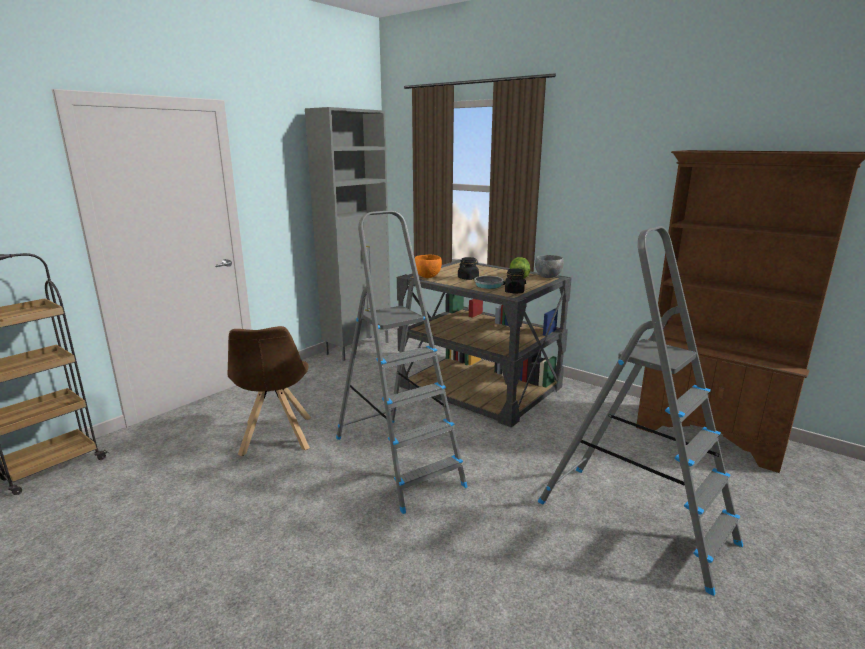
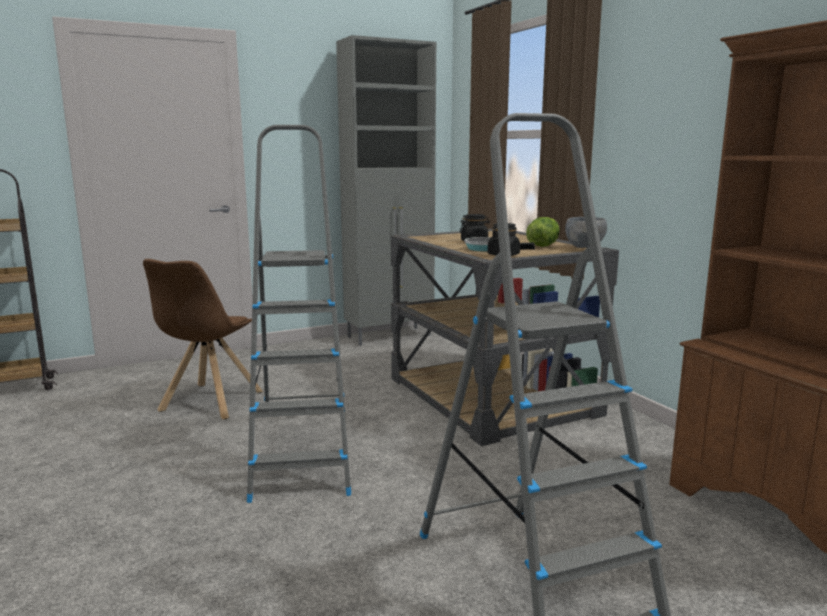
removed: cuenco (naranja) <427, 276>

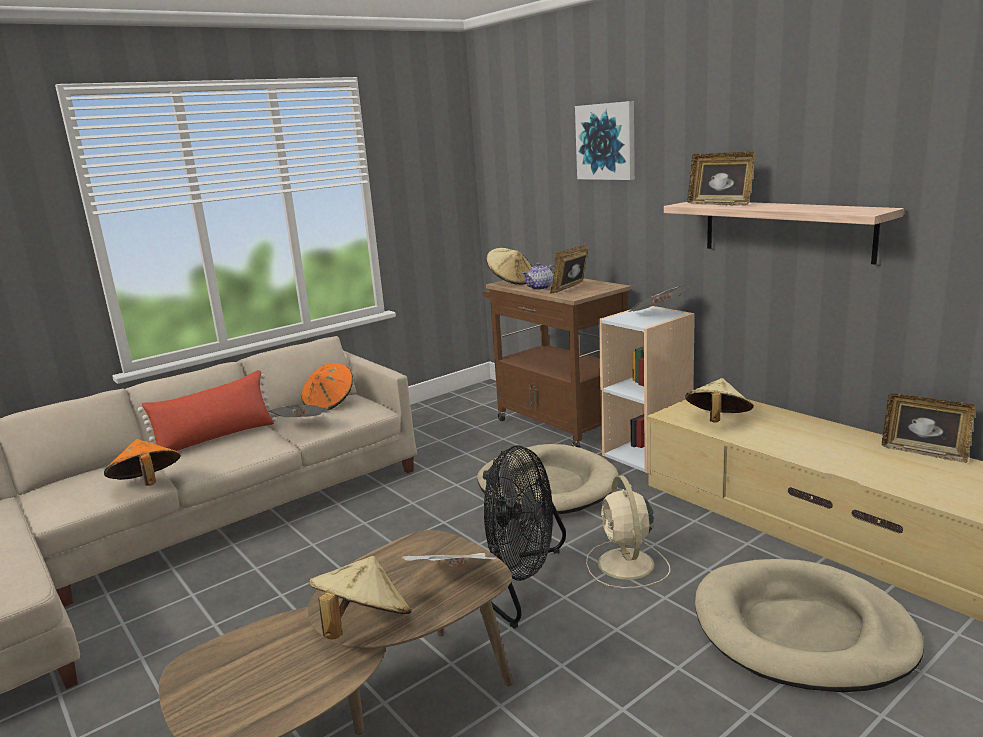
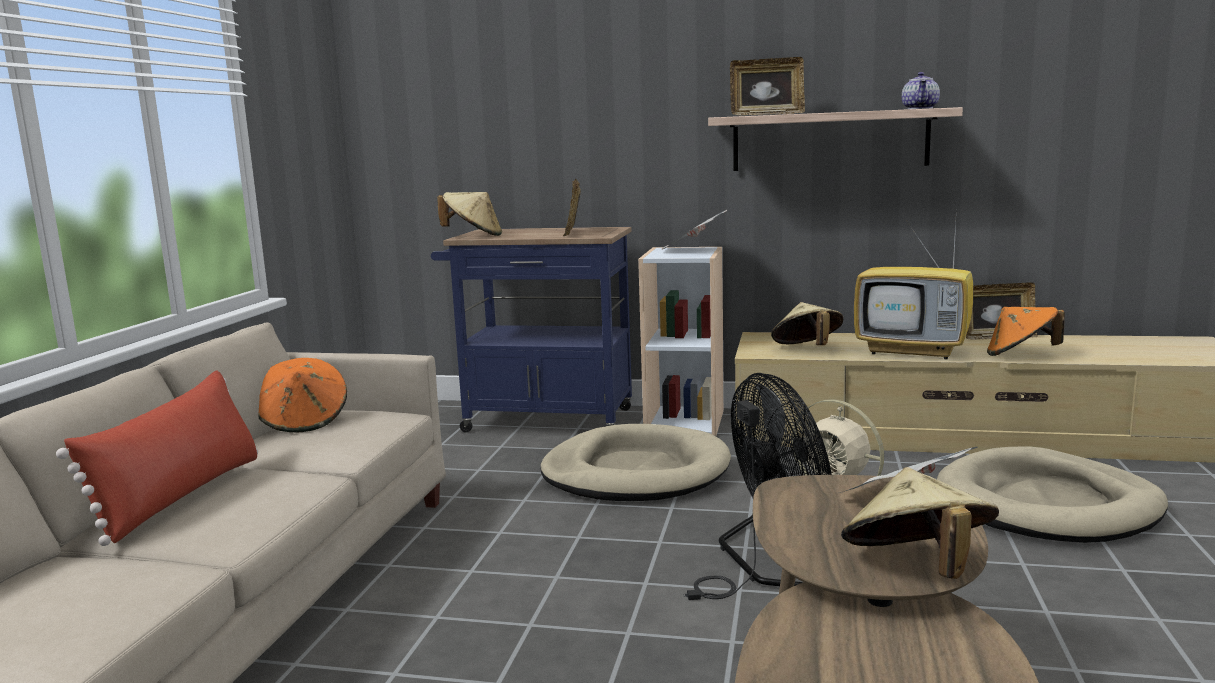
removed: periódico <302, 426>; cuadro <606, 141>
added: televisor <914, 351>
moved: tetera <540, 288> to <920, 108>; sombrero (naranja) <147, 484> to <1020, 355>
recoloured: carrito (marrón) <557, 424> to carrito (azul) <543, 420>

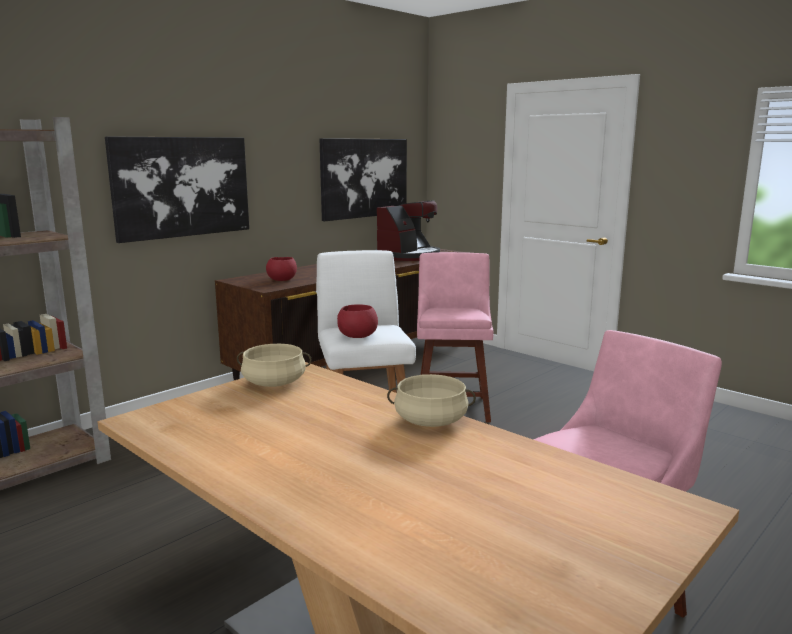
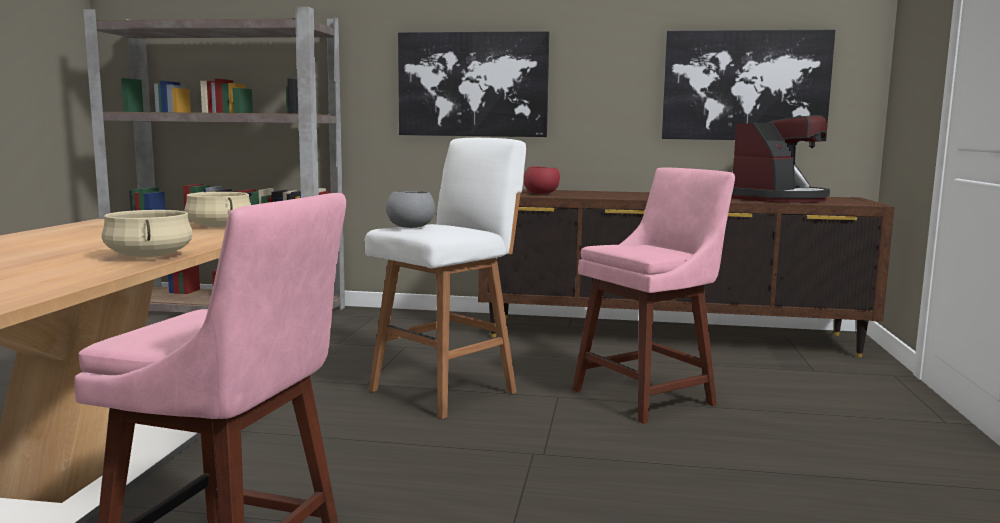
recoloured: cuenco (rojo) <357, 336> to cuenco (gris) <411, 227>
turned: cafetera <409, 256> = <779, 199> 45 degrees counterclockwise

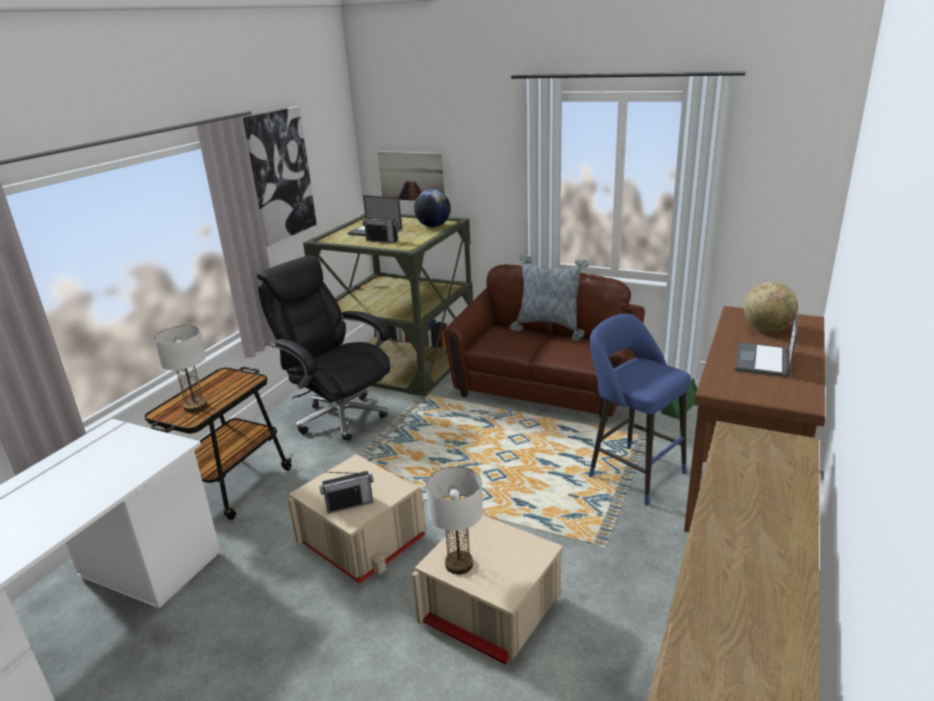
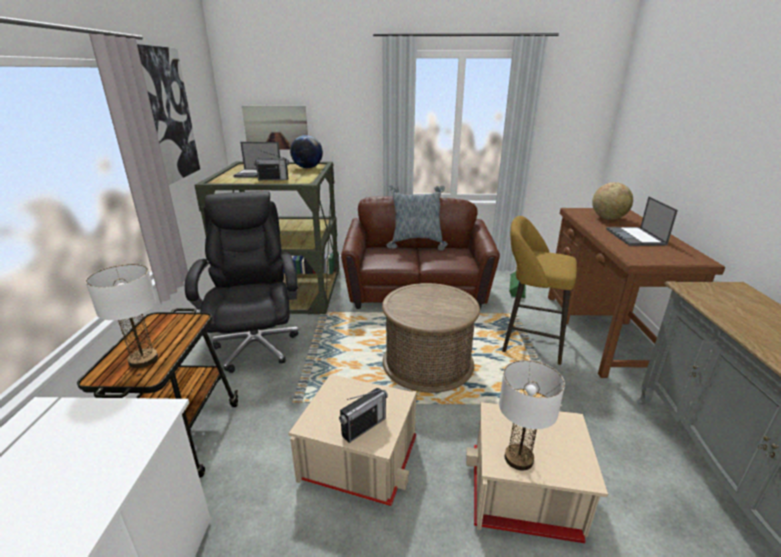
added: mesa de centro (marrón) <428, 362>
recoloured: taburete (azul) <632, 472> to taburete (amarillo) <528, 342>
turned: silla de oficina (negro) <338, 416> = <256, 345> 60 degrees clockwise

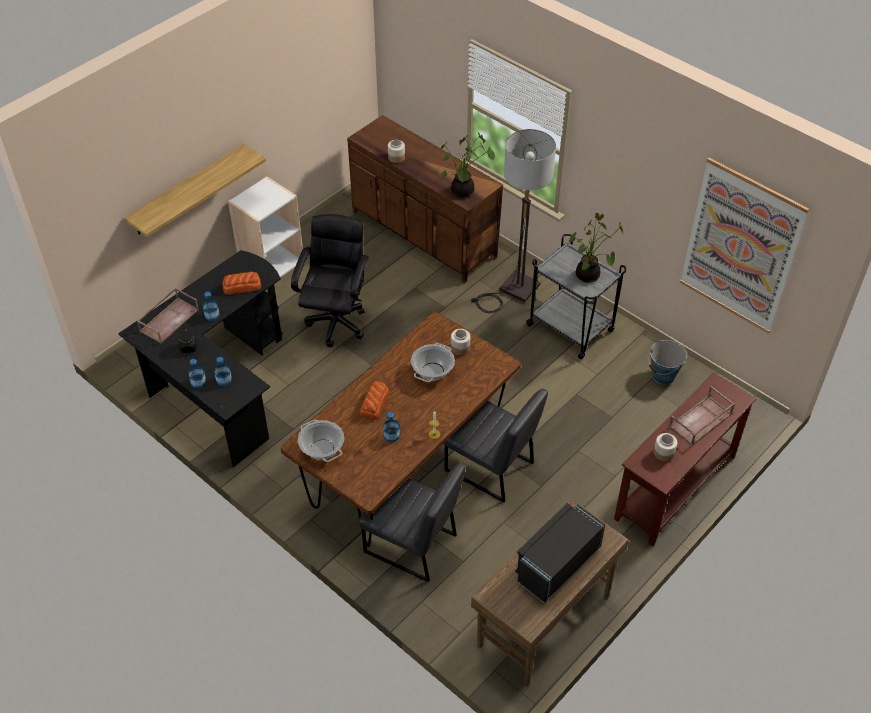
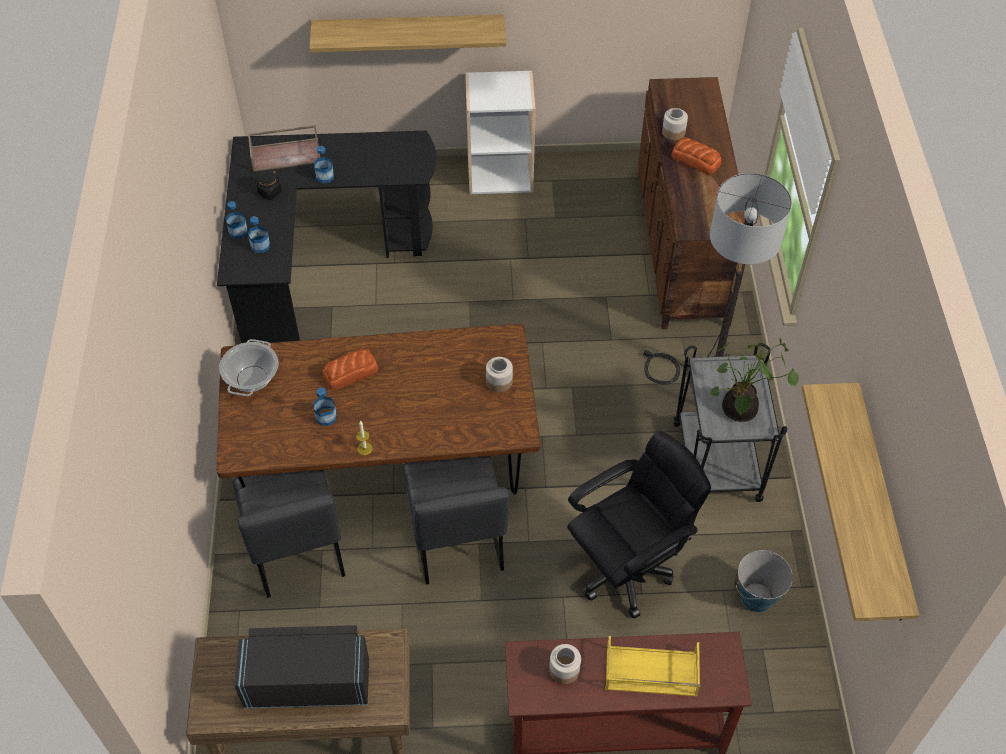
removed: olla <432, 371>; planta en maceta <463, 192>
moved: silla de oficina (negro) <337, 321> to <628, 570>; pan <241, 286> to <695, 160>
replaced: cuadro <740, 247> to estante <881, 504>
recoloured: bandeja (marrón) <700, 421> to bandeja (amarillo) <650, 672>

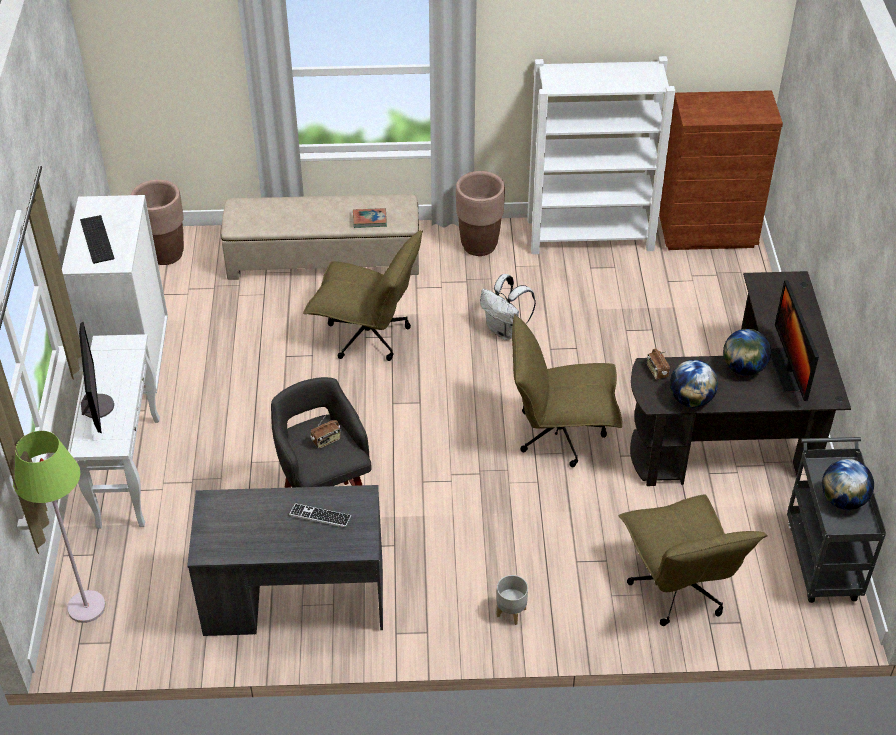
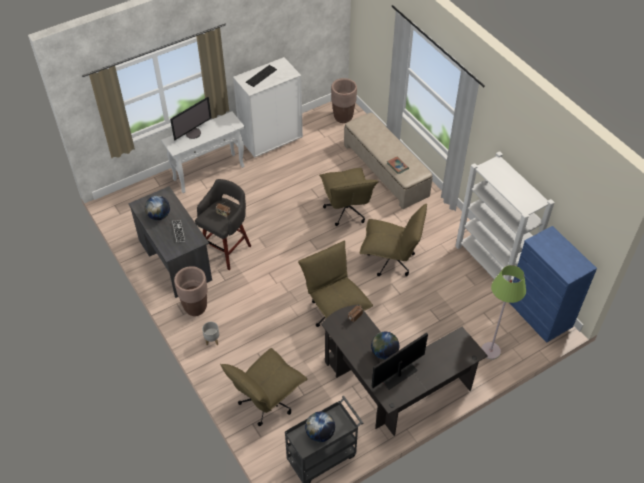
moved: globo terráqueo <690, 399> to <159, 216>; maceta (marrón) <479, 245> to <195, 307>; lámpara de pie (verde) <86, 607> to <490, 351>
replaced: mochila (blanco) <505, 330> to silla de oficina (beis) <390, 260>
recoloured: cómoda (marrón) <708, 233> to cómoda (azul) <539, 316>

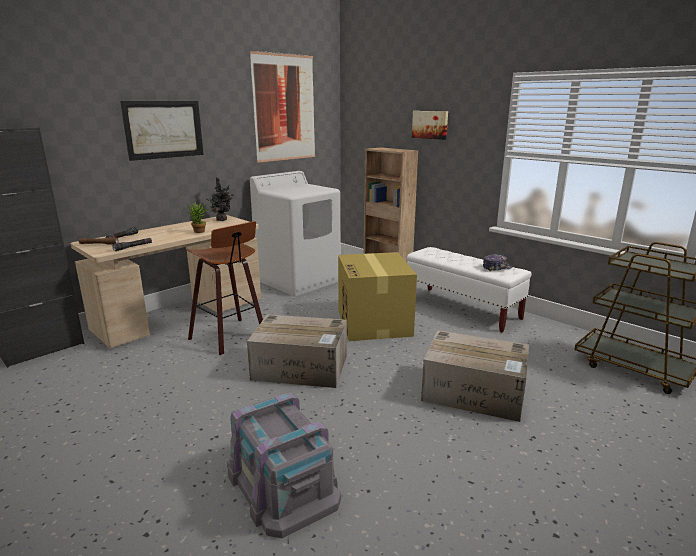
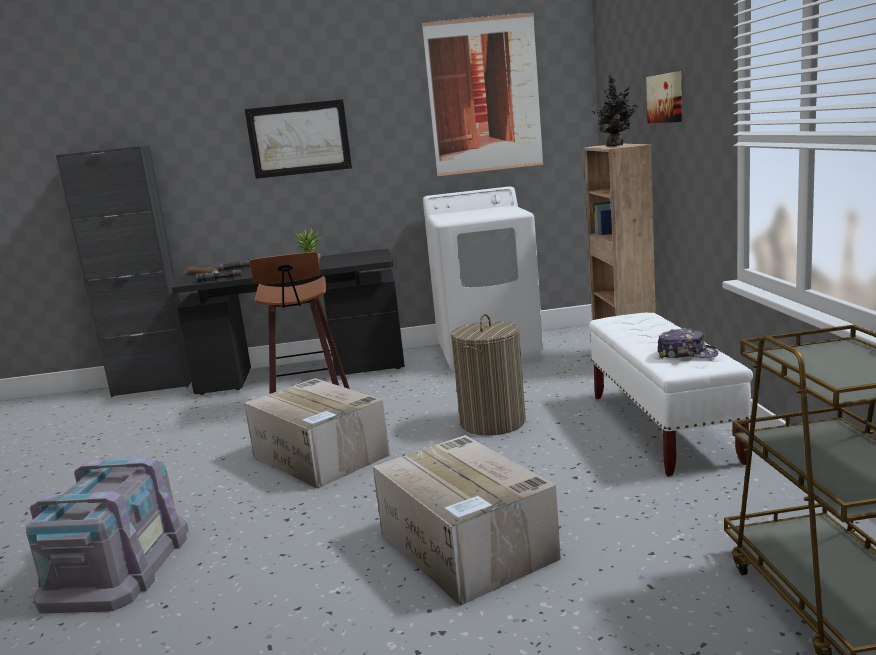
moved: planta en maceta <222, 220> to <616, 146>
replaced: caja de cartón <374, 323> to cesto de la ropa <493, 422>
recoloured: escritorio (beis) <181, 315> to escritorio (negro) <303, 373>

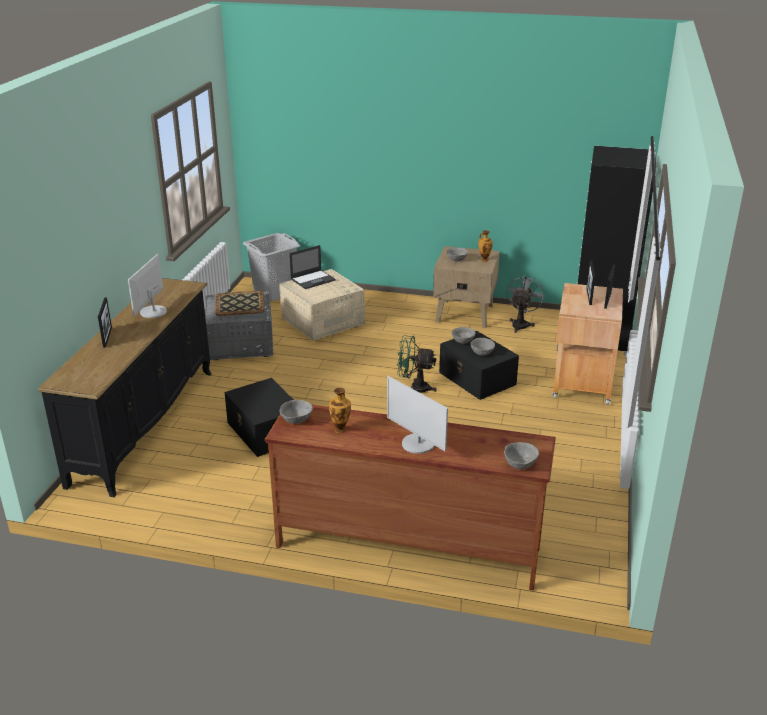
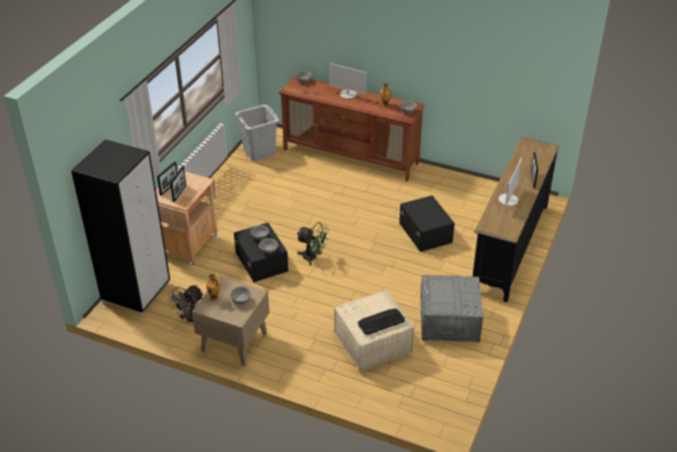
removed: bandeja <240, 303>
moved: cesto de la ropa (gris) <275, 293> to <259, 152>
replaced: portátil <313, 279> to teclado <380, 322>
turned: monitor <418, 444> = <348, 94> 150 degrees clockwise

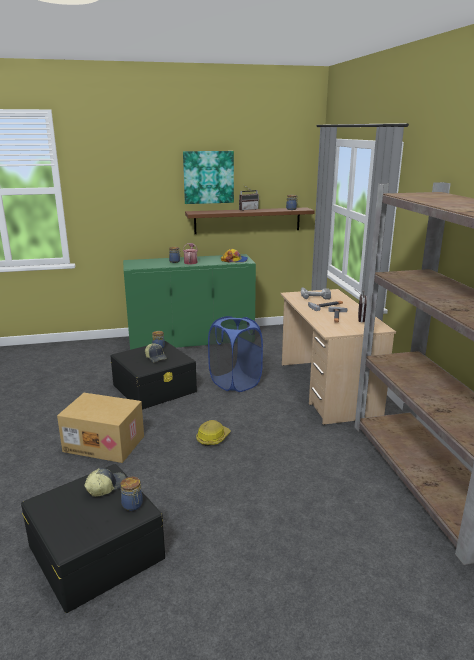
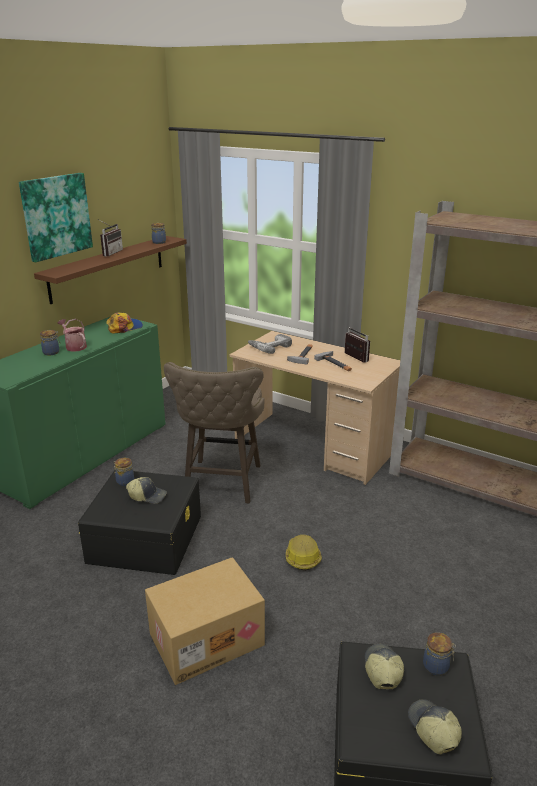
added: gorra <432, 730>
replaced: cesto de la ropa (azul) <235, 382> to taburete (beis) <222, 483>

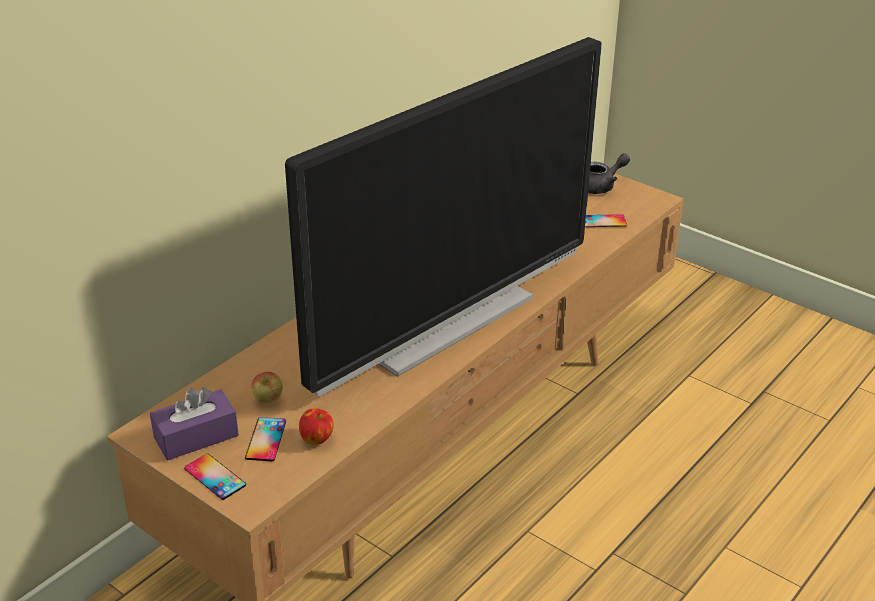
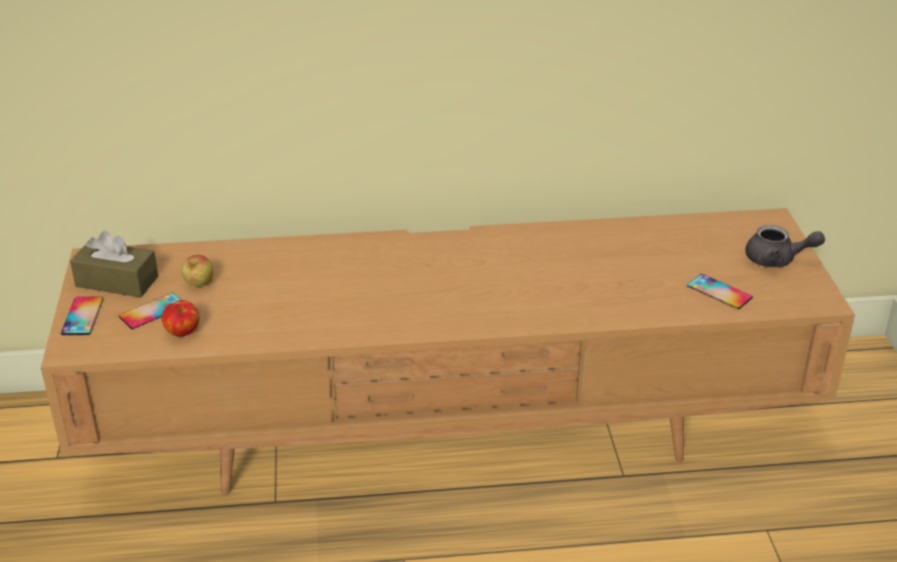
removed: televisor <447, 323>
recoloured: caja de pañuelos (morado) <196, 436> to caja de pañuelos (marrón) <117, 281>

